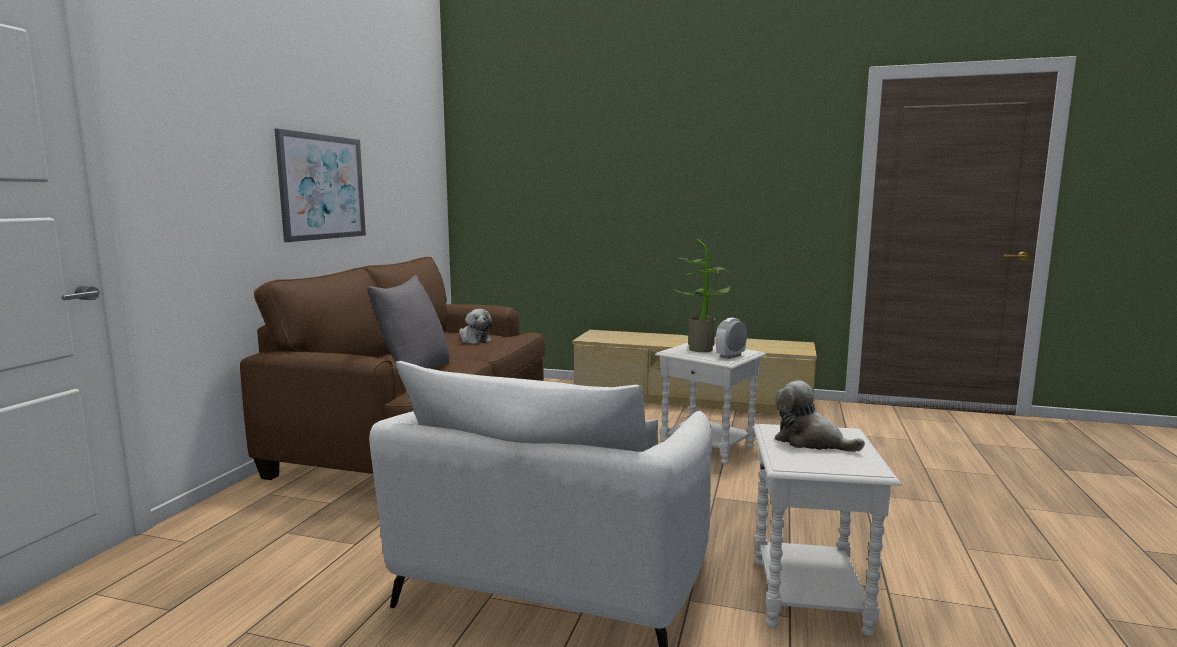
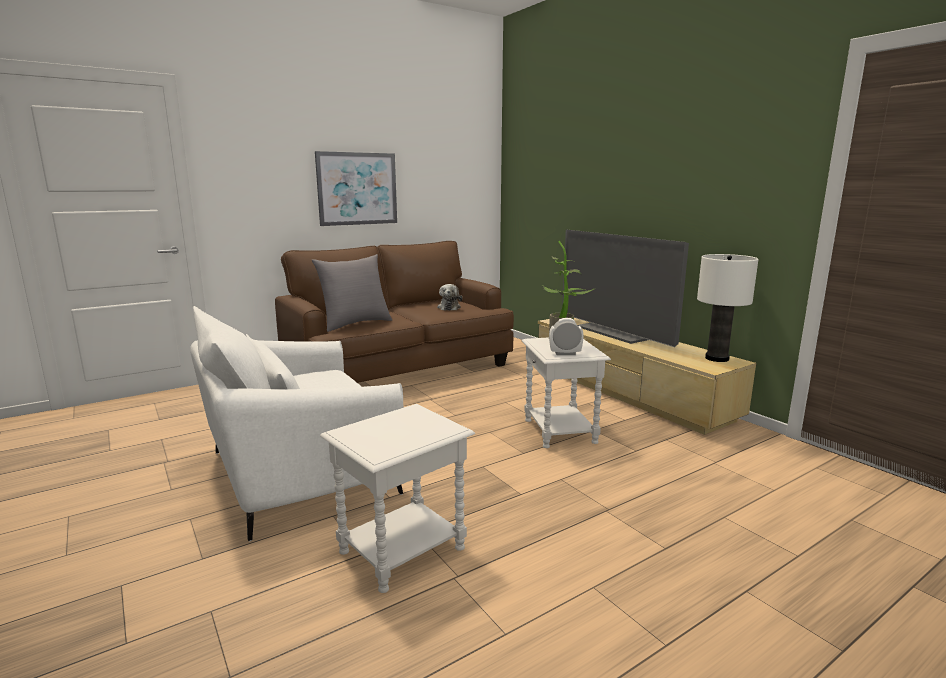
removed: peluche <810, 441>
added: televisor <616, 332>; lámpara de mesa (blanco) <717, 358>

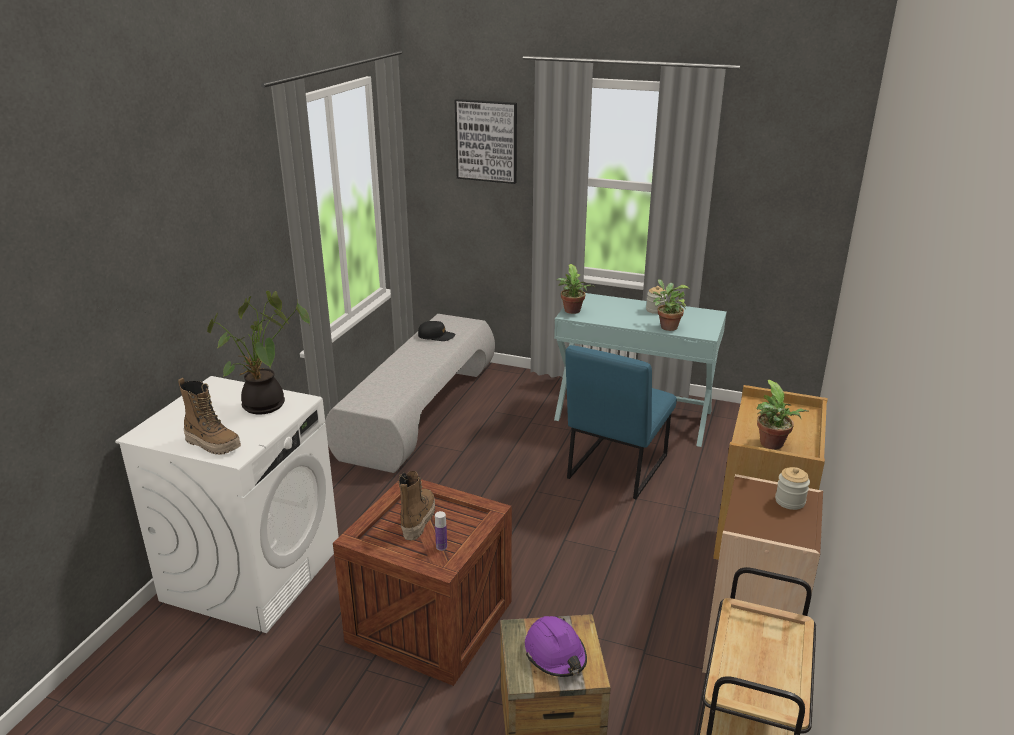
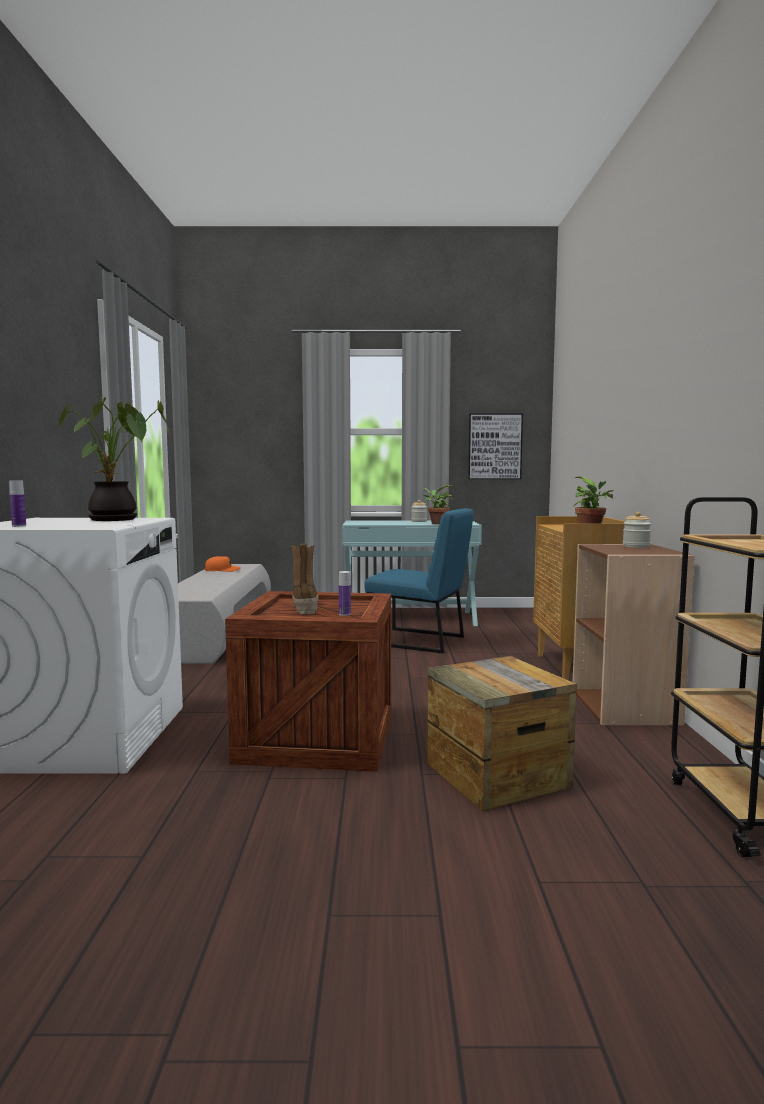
removed: bota <213, 444>; casco (morado) <555, 654>; planta en maceta <572, 311>
added: botella <19, 526>
moved: cuadro <486, 141> to <494, 446>
recoloured: gorra (negro) <436, 336> to gorra (naranja) <222, 570>
turned: silla (azul) <615, 468> = <419, 641> 75 degrees counterclockwise

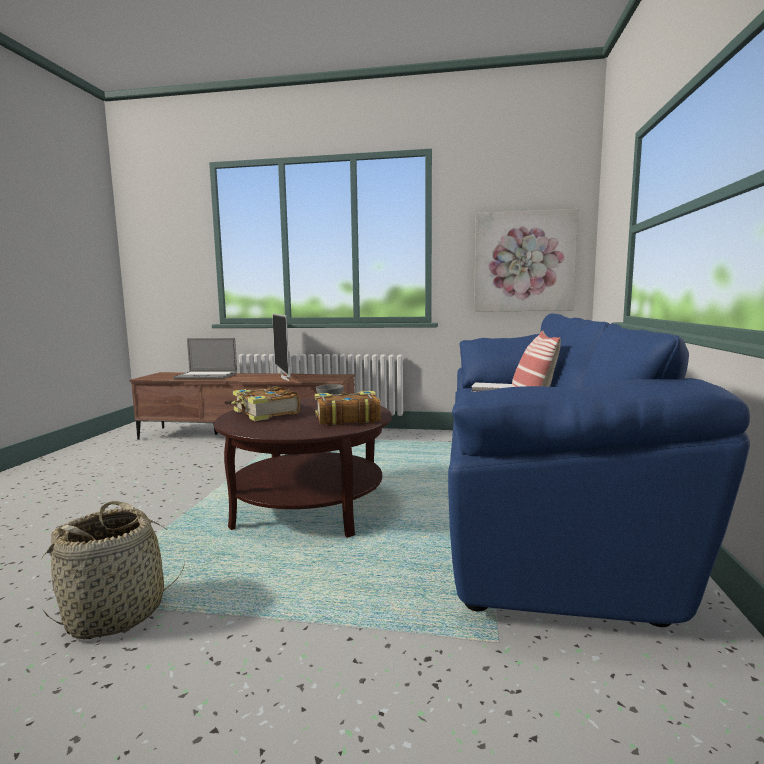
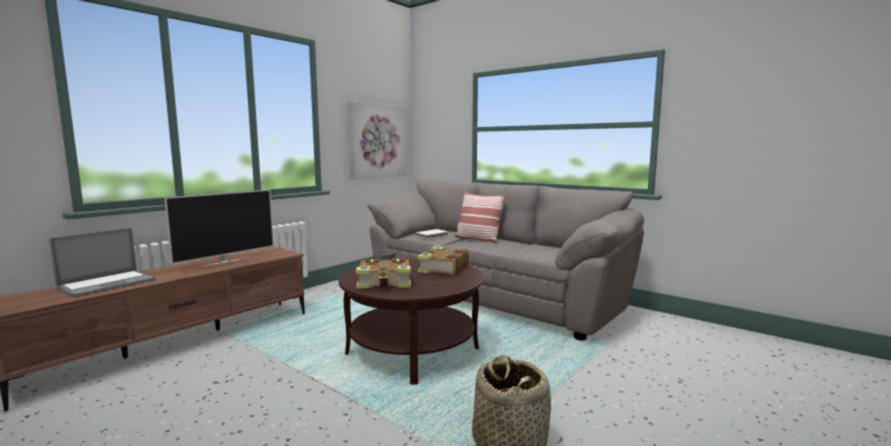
recoloured: sofá (azul) <531, 505> to sofá (gris) <491, 299>
turned: televisor <286, 377> = <225, 262> 60 degrees counterclockwise

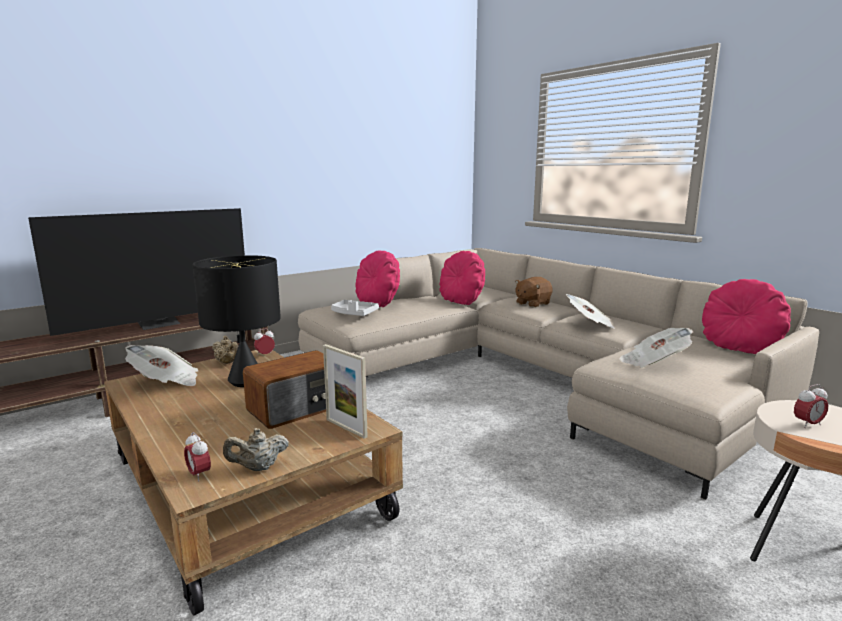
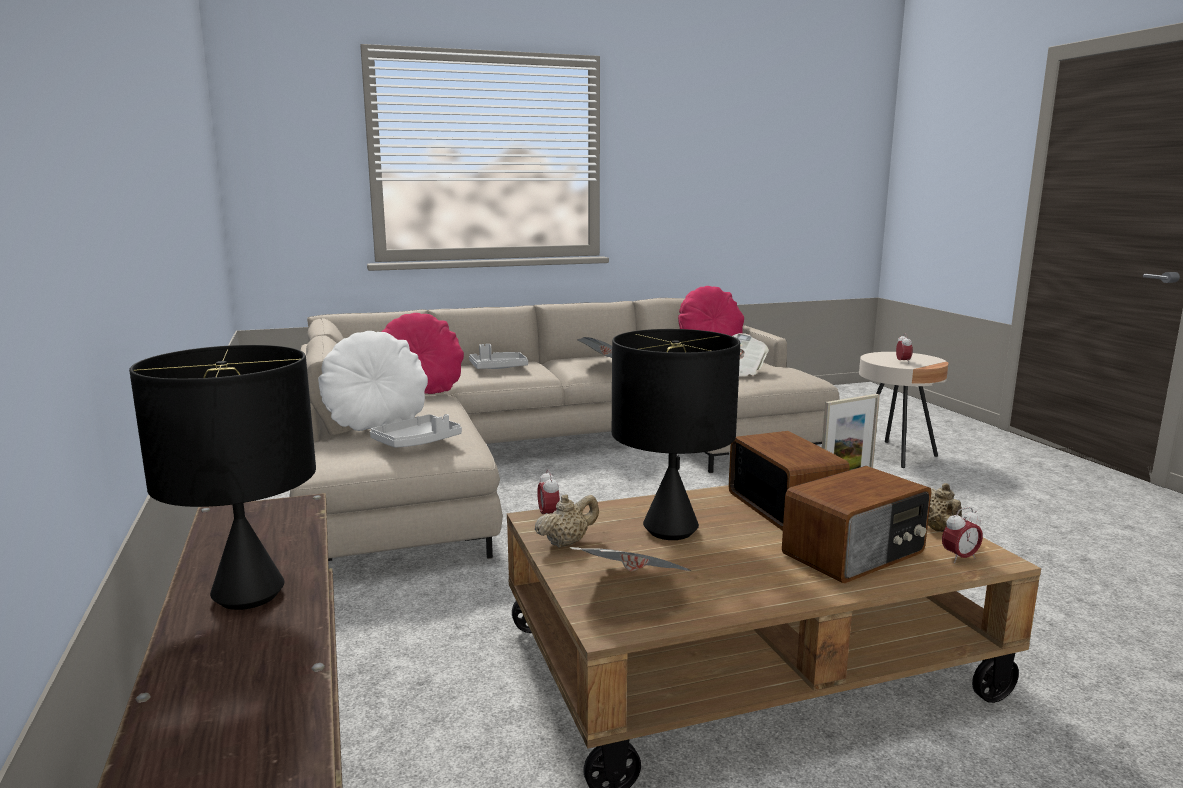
added: radio <855, 554>
replaced: televisor <159, 324> to lámpara de mesa (negro) <249, 596>; peluche (marrón) <532, 304> to bandeja (gris) <498, 368>
recoloured: cojín (rosa) <378, 304> to cojín (blanco) <377, 426>

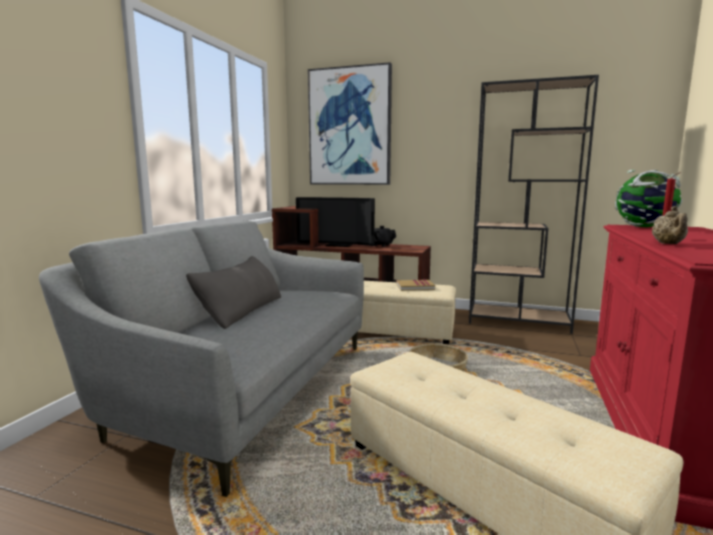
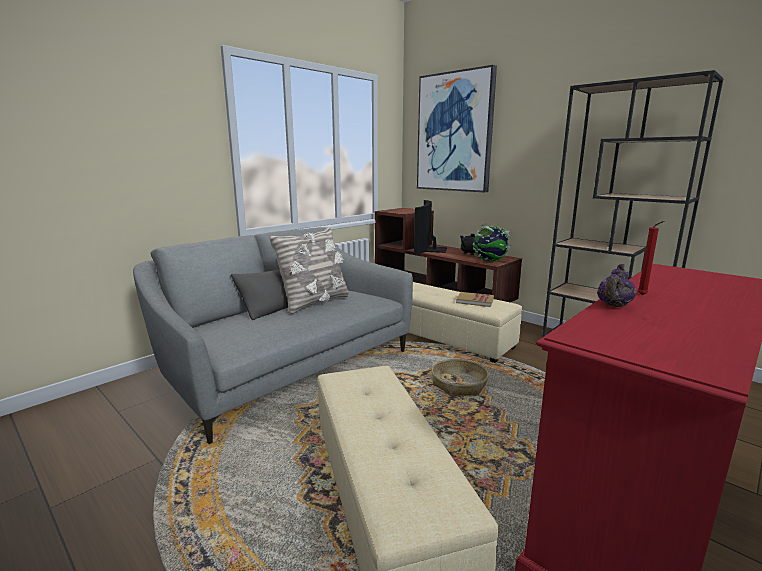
added: cojín (beis) <314, 303>
moved: globo terráqueo <644, 227> to <490, 261>
recoloured: tetera (beis) <668, 244> to tetera (morado) <613, 306>
turned: televisor <338, 245> = <430, 249> 60 degrees clockwise

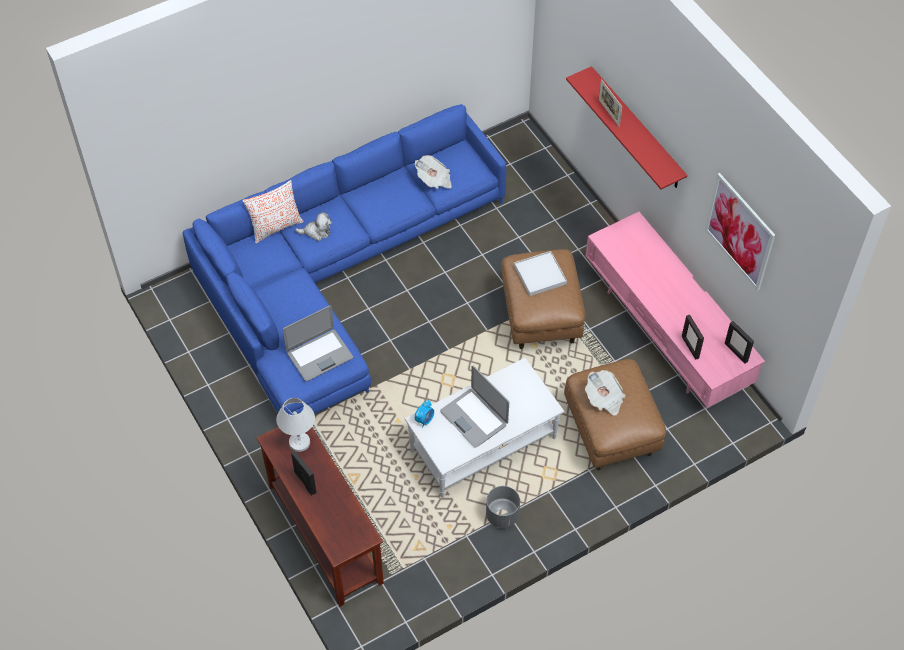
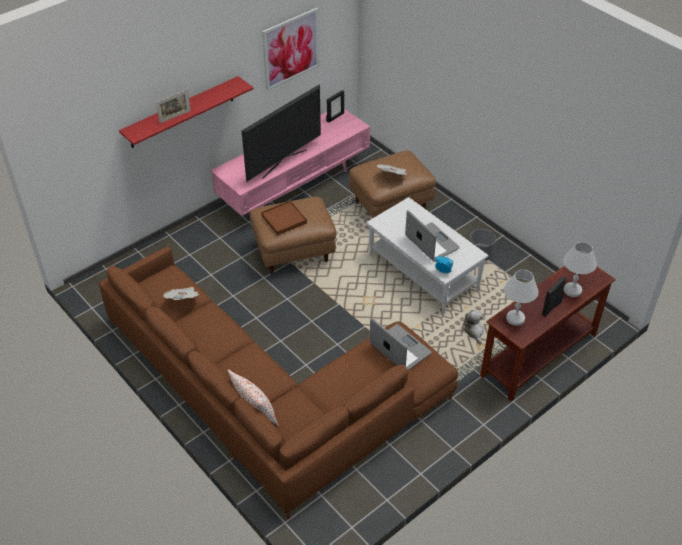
removed: portarretratos <690, 347>
added: televisor <284, 163>; lámpara de mesa (blanco) <572, 290>
moved: peluche <316, 232> to <474, 331>
recoloured: sofá (azul) <336, 274> to sofá (marrón) <270, 395>; bandeja (blanco) <540, 275> to bandeja (marrón) <284, 219>
turned: portátil <474, 417> = <431, 243> 75 degrees counterclockwise

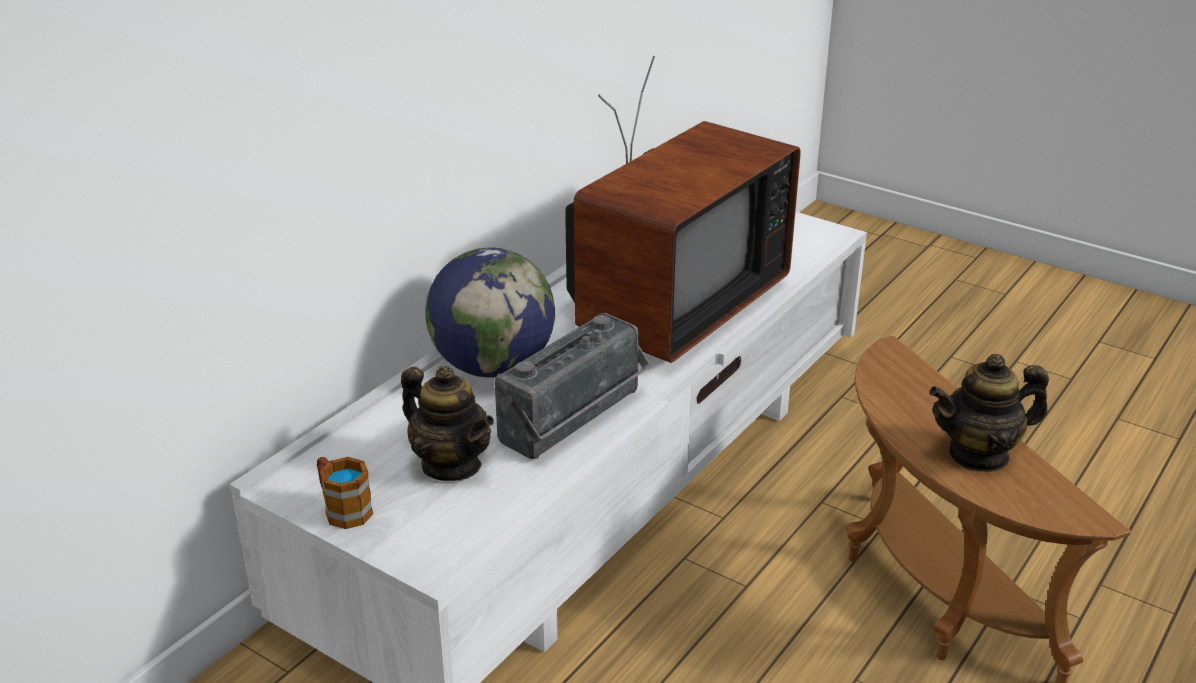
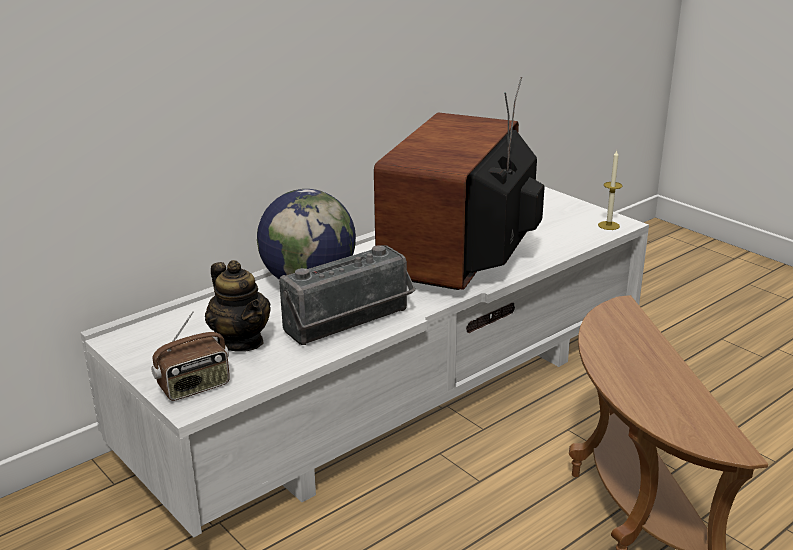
removed: taza grande <343, 508>; tetera <979, 454>
added: radio <194, 387>; vela <608, 225>
turned: televisor <669, 308> = <462, 259> 150 degrees clockwise

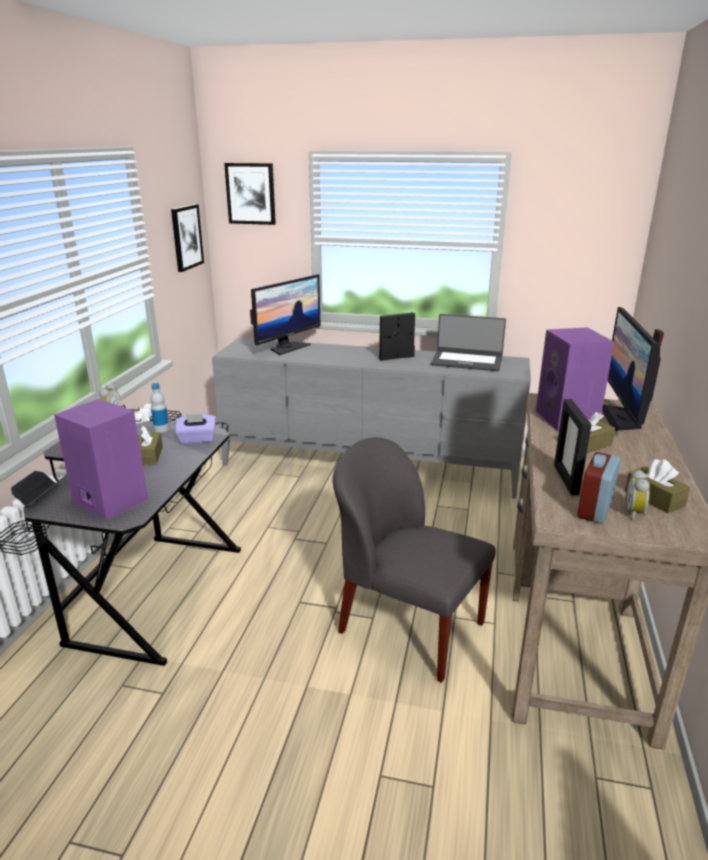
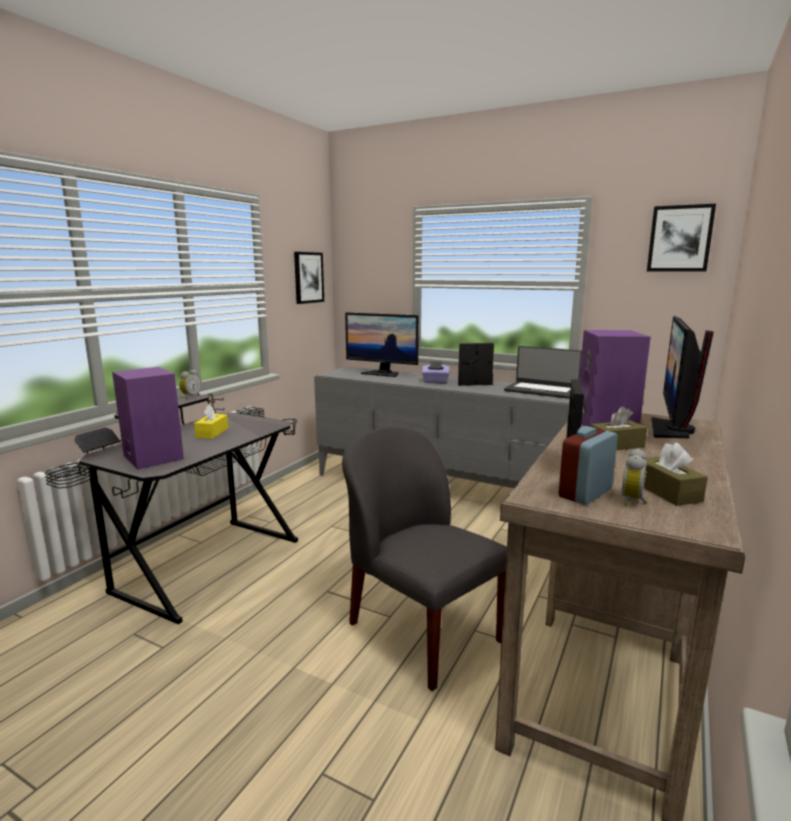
removed: botella <161, 429>
moved: caja de pañuelos (morado) <197, 440> to <435, 381>; cuadro <251, 193> to <680, 238>
recoloured: caja de pañuelos (marrón) <149, 456> to caja de pañuelos (amarillo) <212, 433>
turned: monitor <287, 347> = <382, 373> 60 degrees clockwise

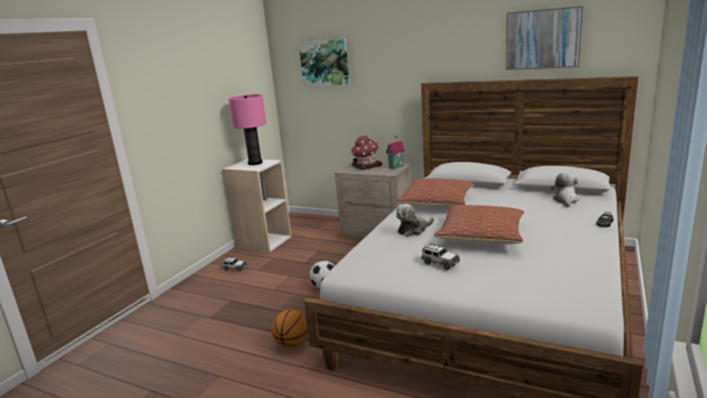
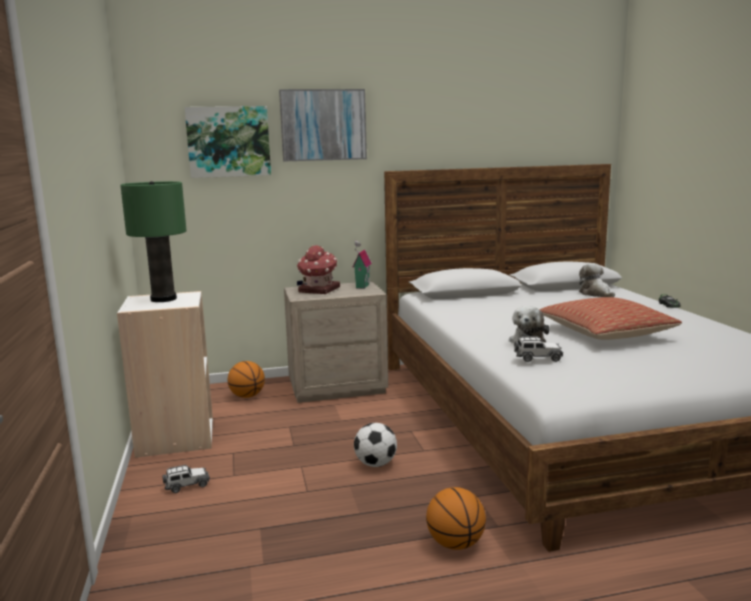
removed: cojín <436, 203>
added: balón de baloncesto <247, 396>
moved: cuadro <542, 39> to <323, 125>; coche de juguete <440, 263> to <538, 358>
recoloured: lámpara de mesa (rosa) <255, 163> to lámpara de mesa (verde) <163, 299>

